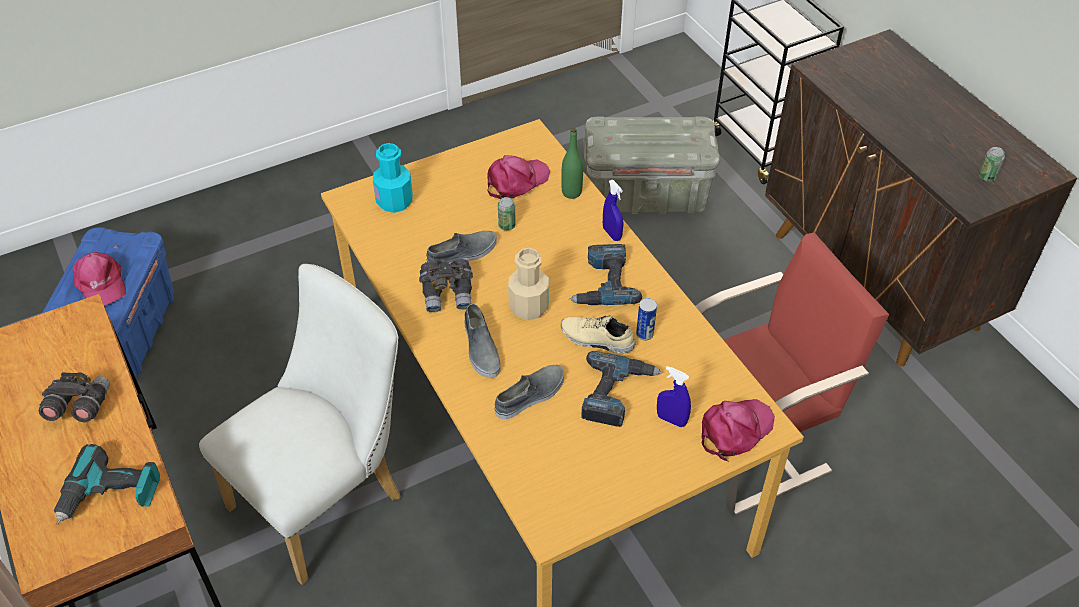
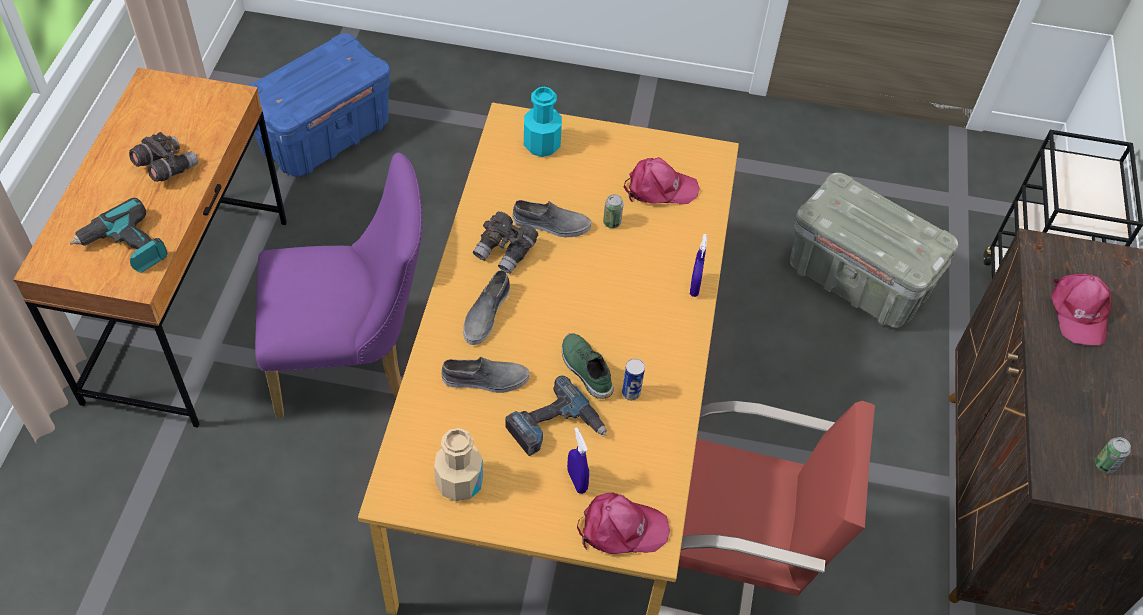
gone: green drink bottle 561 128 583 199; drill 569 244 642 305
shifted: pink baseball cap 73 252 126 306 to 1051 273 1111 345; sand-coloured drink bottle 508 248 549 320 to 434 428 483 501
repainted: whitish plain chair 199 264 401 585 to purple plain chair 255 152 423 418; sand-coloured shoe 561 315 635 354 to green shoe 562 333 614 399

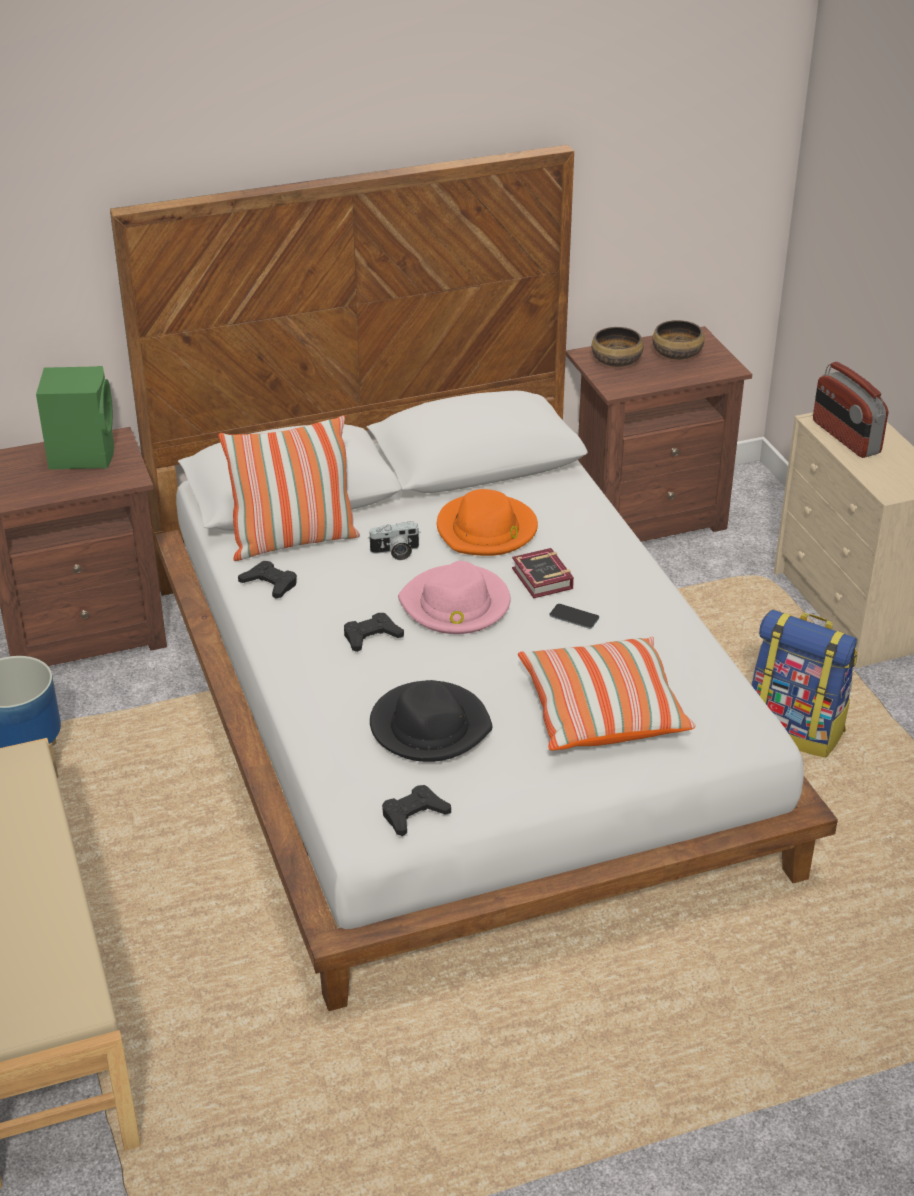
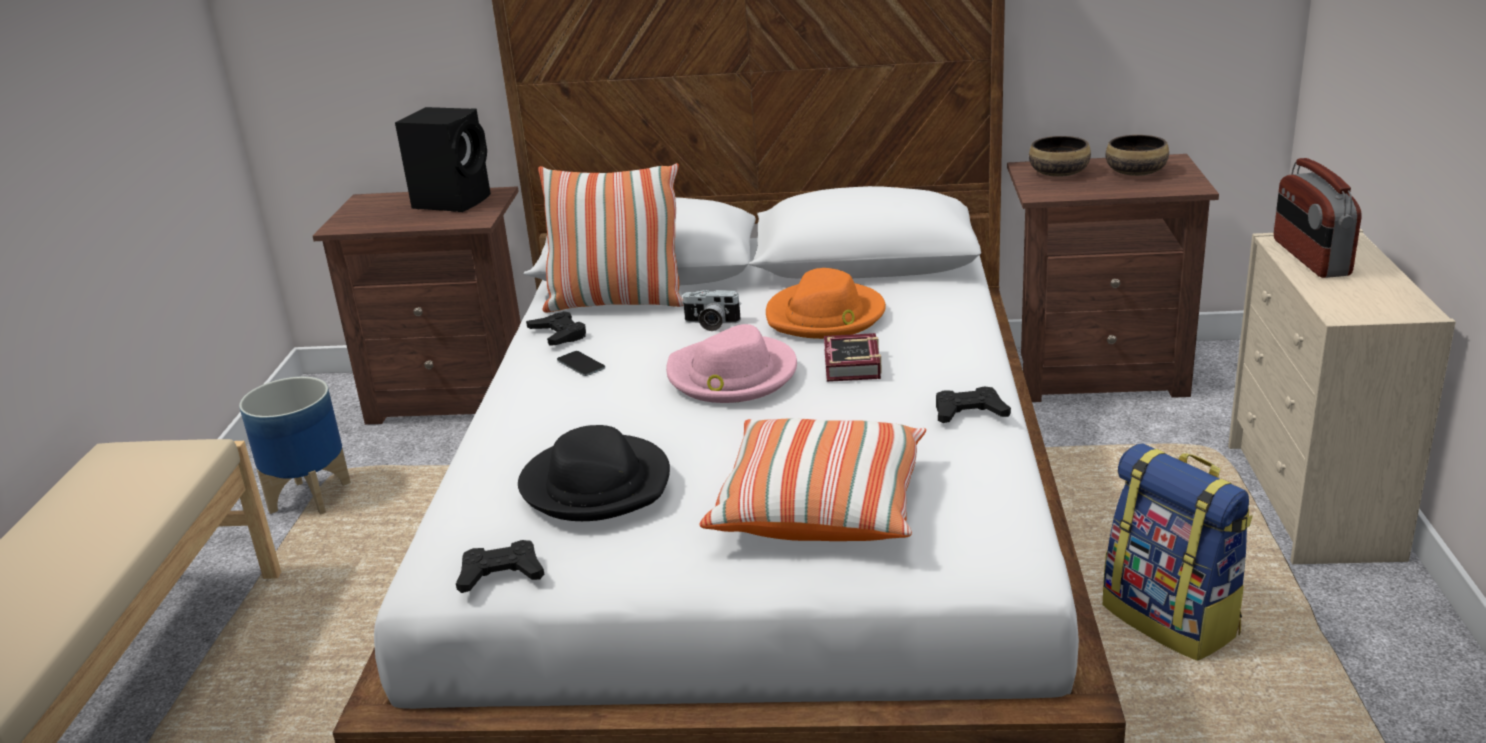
shifted: black joypad 344 613 404 652 to 936 386 1011 423; phone 550 604 599 629 to 557 351 605 376
repainted: green audio speaker 36 366 114 469 to black audio speaker 395 107 491 212

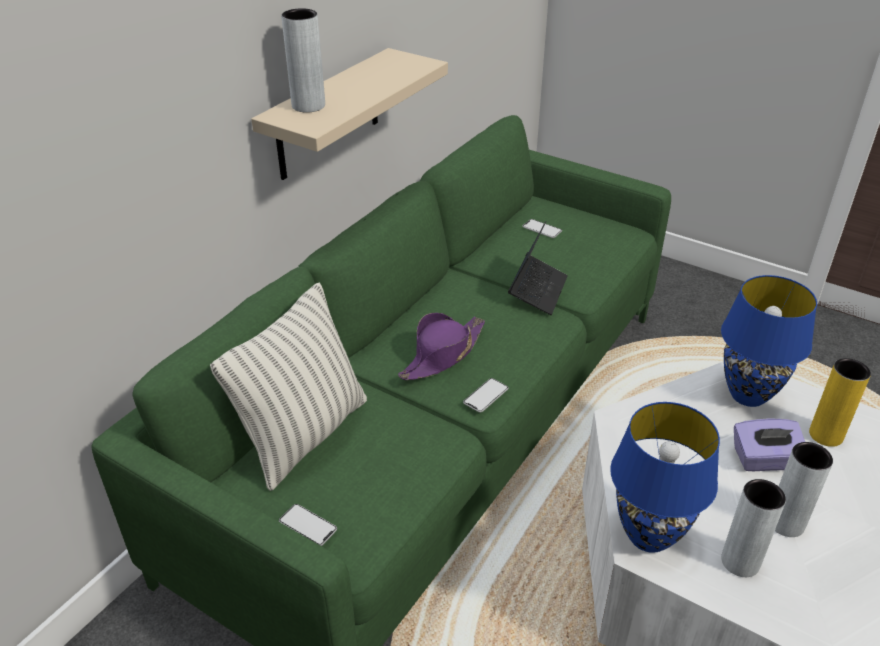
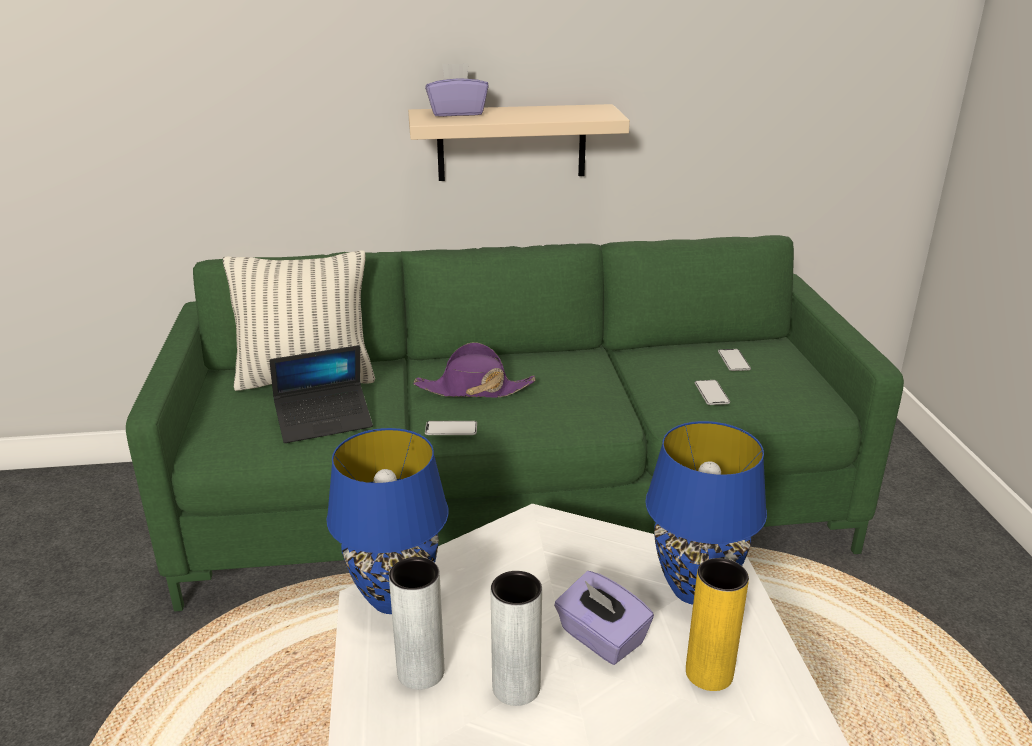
shifted: phone 279 504 337 546 to 694 380 730 405; laptop 508 221 568 315 to 269 345 373 443
swapped: greyish decorative vase 281 8 325 113 to purple tissue holder 425 63 489 117

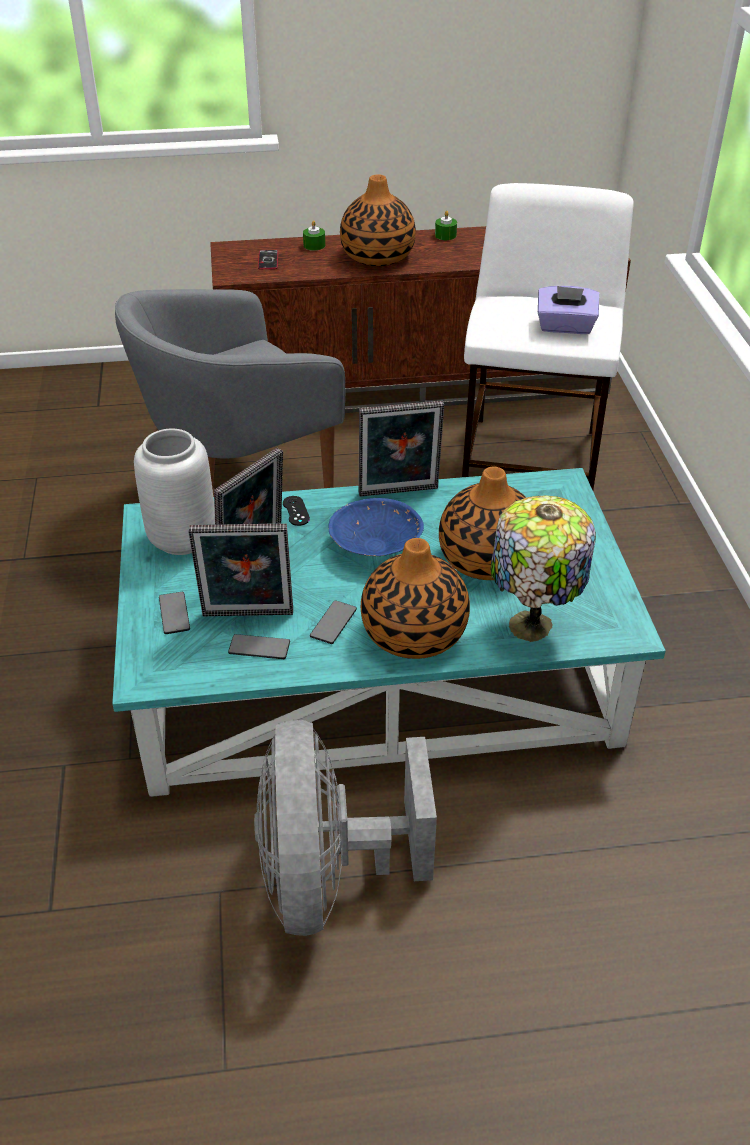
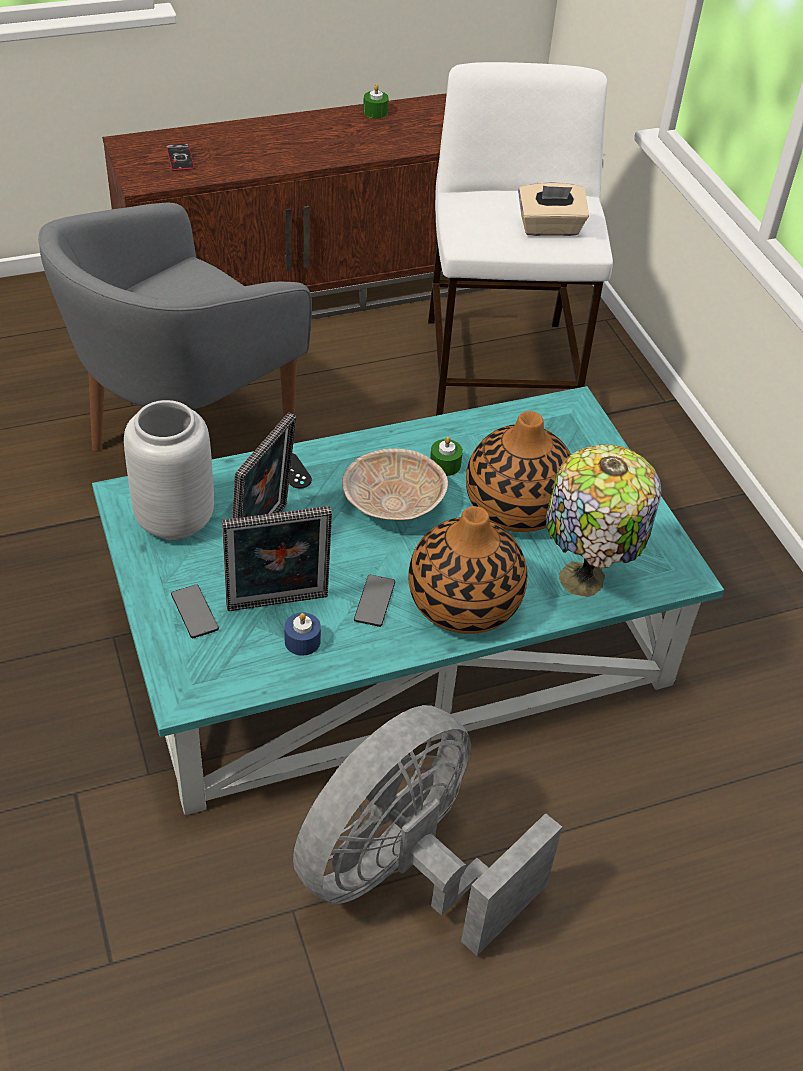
gone: decorative vase 340 174 416 266; picture frame 358 401 444 497
shifted: green wax candle 303 220 325 251 to 430 437 463 476
swapped: phone 228 634 290 659 to blue-coloured wax candle 284 612 321 656
repainted: blue-coloured bowl 329 498 424 556 to sand-coloured bowl 342 448 448 520; purple tissue holder 538 286 599 334 to sand-coloured tissue holder 518 182 589 236
rotated: greyish electric fan 254 720 437 936 = 293 705 562 956 60 degrees clockwise

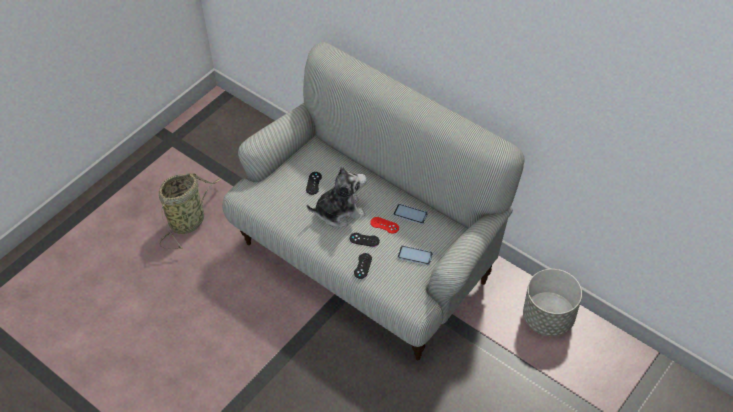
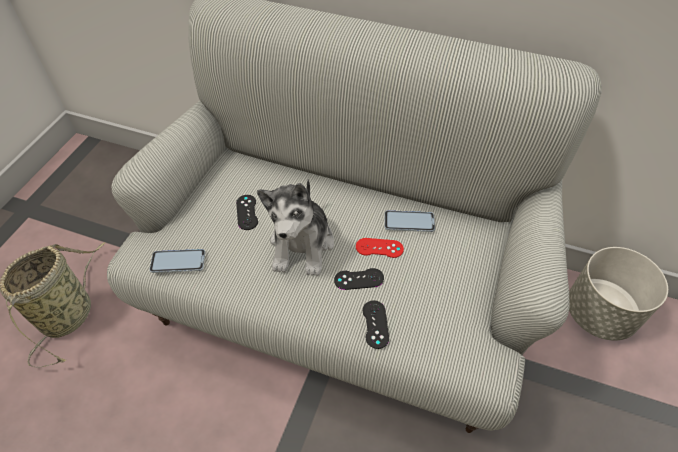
shifted: phone 398 246 433 265 to 149 249 205 273
rotated: cuddly toy 307 166 367 227 = 257 179 334 276 135 degrees clockwise

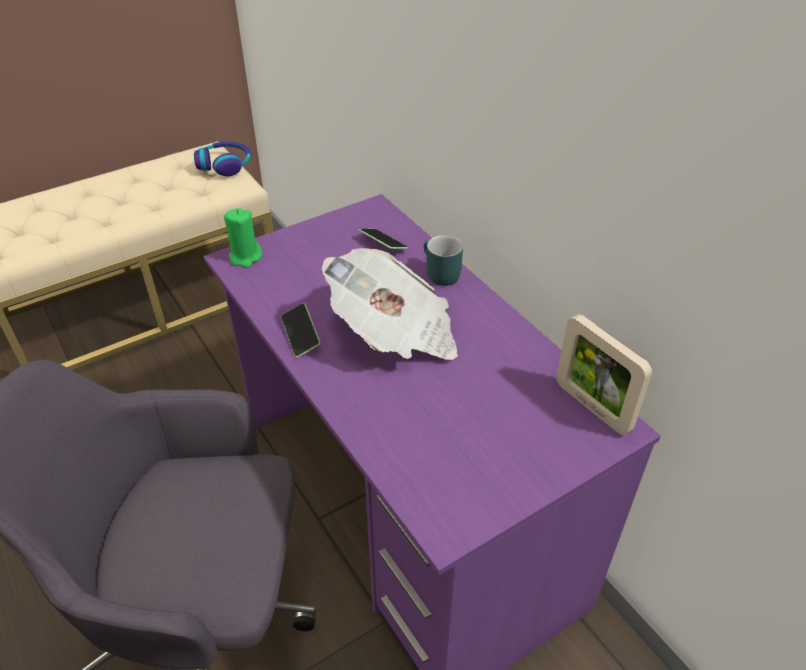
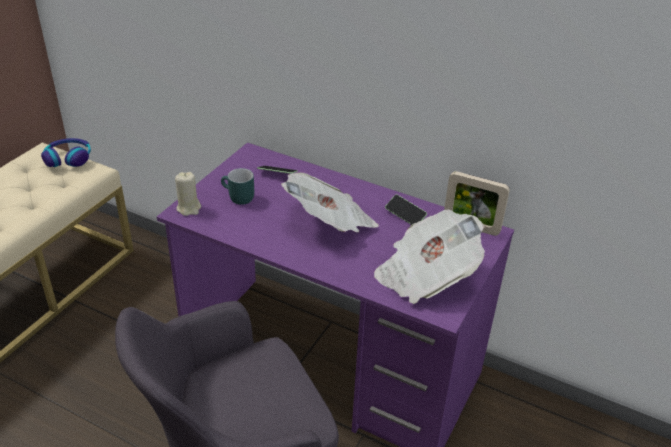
new: newspaper 374 209 485 304
shifted: phone 281 303 320 358 to 385 195 427 225; turquoise-coloured tea mug 424 235 463 286 to 221 168 254 205
repainted: green wax candle 224 208 262 268 to sand-coloured wax candle 175 172 201 216

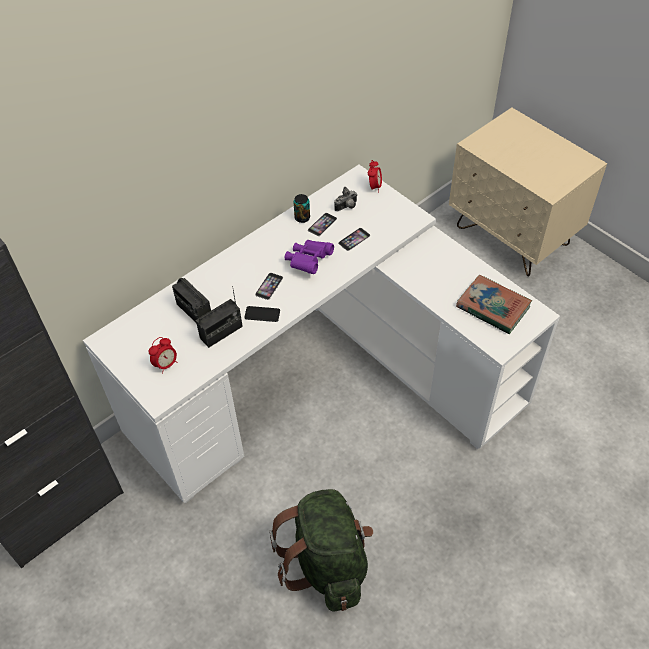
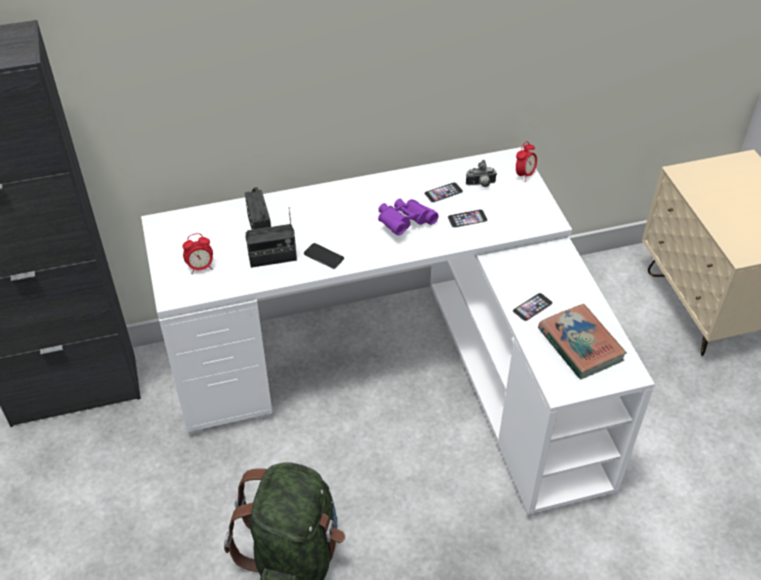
gone: can 293 194 310 223
shifted: phone 255 273 283 300 to 513 293 553 321

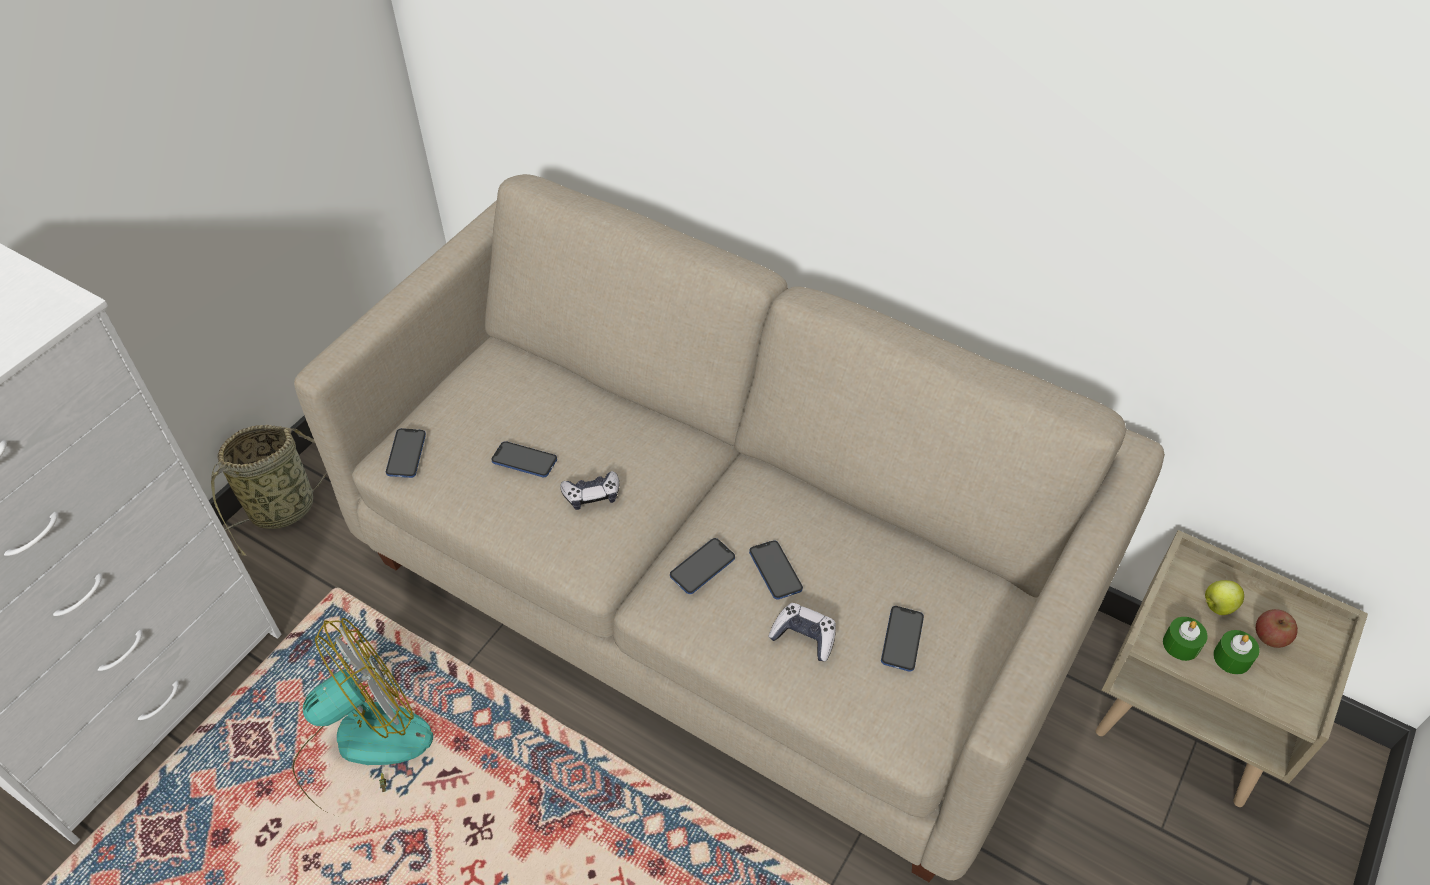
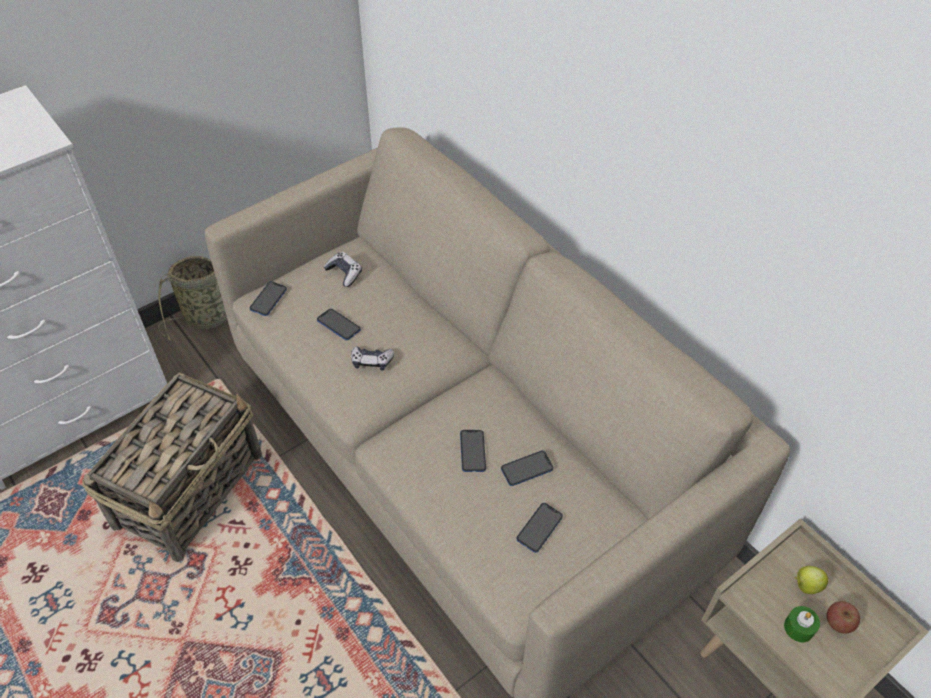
gone: green wax candle 1163 617 1208 661
shifted: phone 670 538 735 594 to 501 451 554 486; joypad 768 603 836 661 to 324 252 362 287
swapped: electric fan 292 618 433 811 to basket 82 373 262 562

